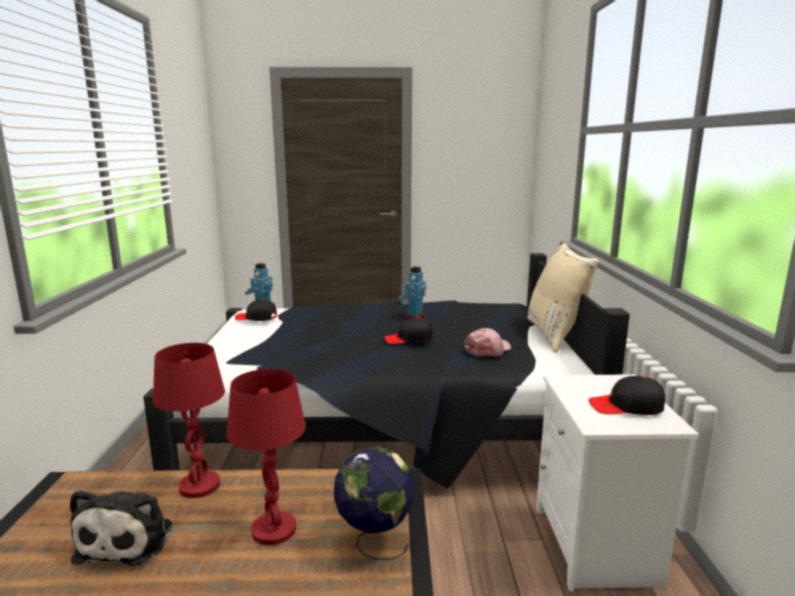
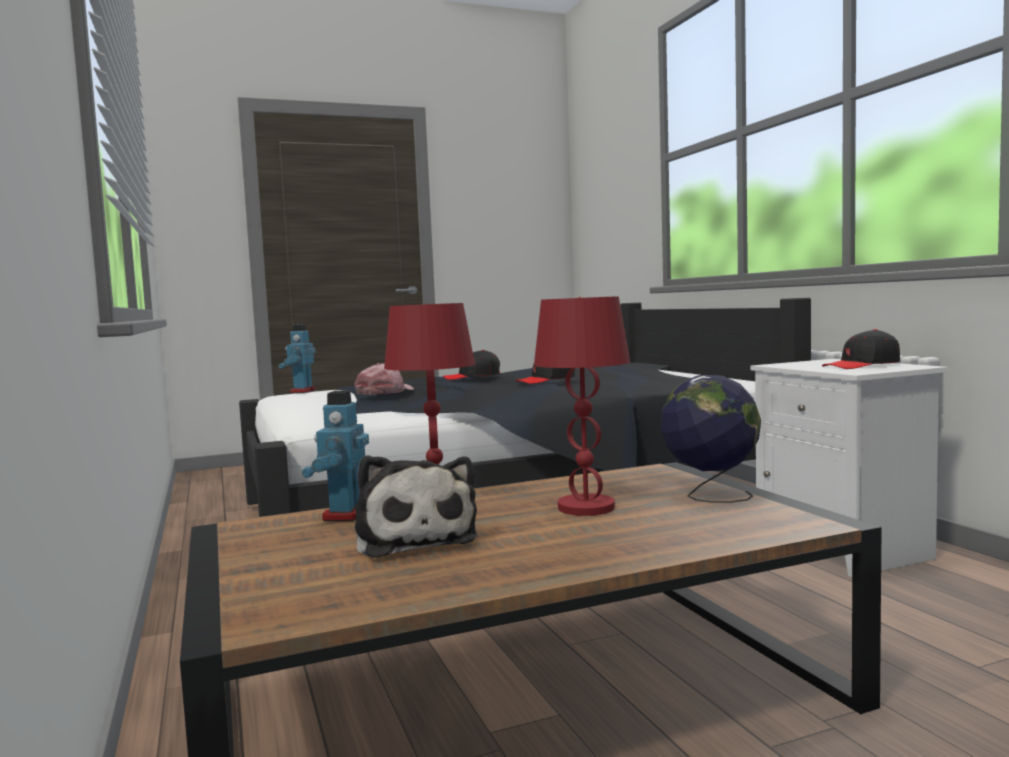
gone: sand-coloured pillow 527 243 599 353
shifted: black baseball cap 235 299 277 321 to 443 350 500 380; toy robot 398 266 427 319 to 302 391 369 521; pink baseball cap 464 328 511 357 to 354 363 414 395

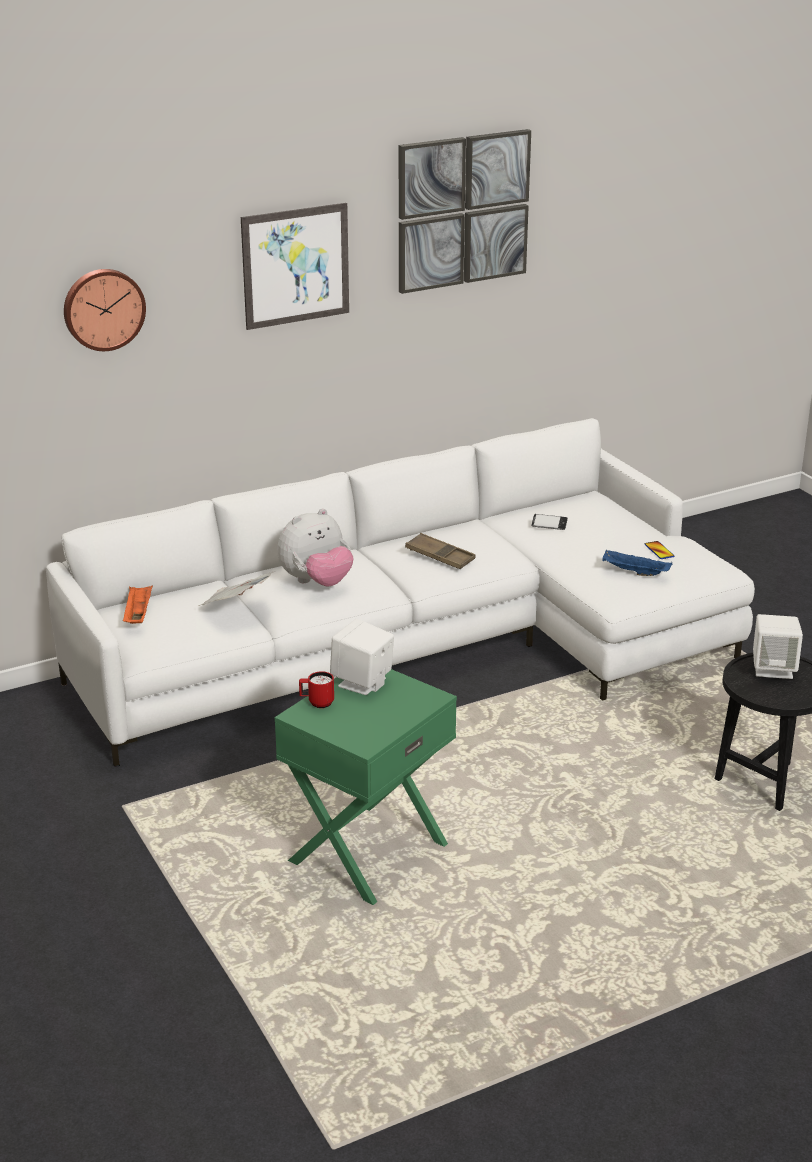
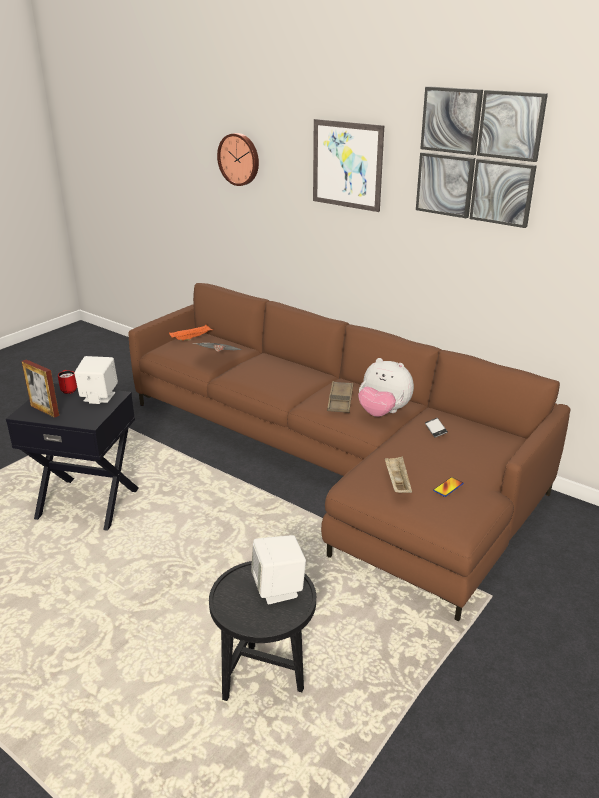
new: picture frame 22 359 59 418
shifted: cuddly toy 277 509 353 587 to 358 358 414 417
repainted: whitish couch 46 418 755 767 to brown couch 129 283 570 622; green end table 275 669 457 905 to black end table 6 383 139 531; blue-coloured carrying tray 602 550 672 576 to sand-coloured carrying tray 385 456 412 493

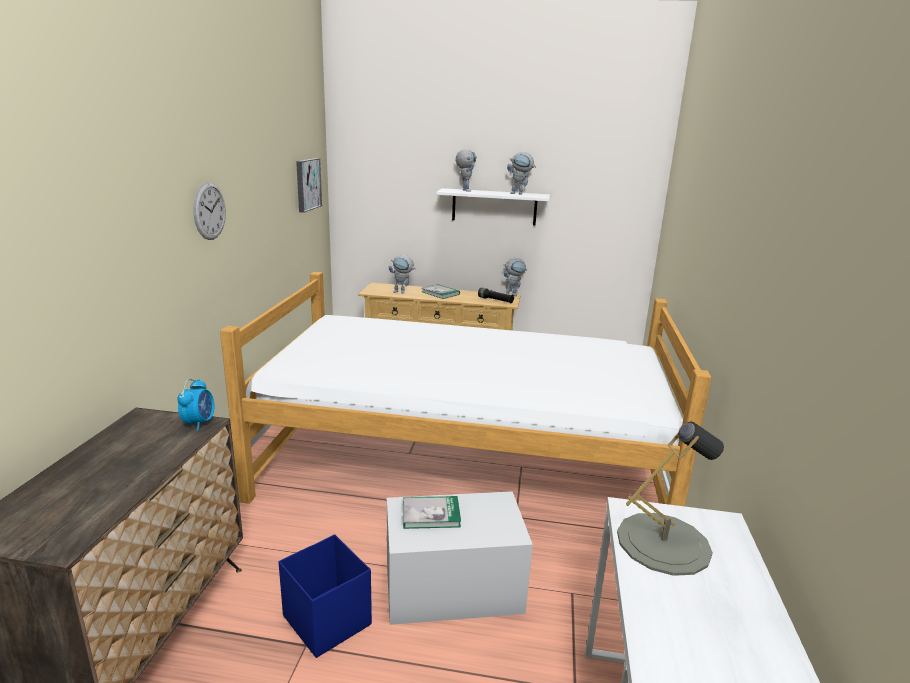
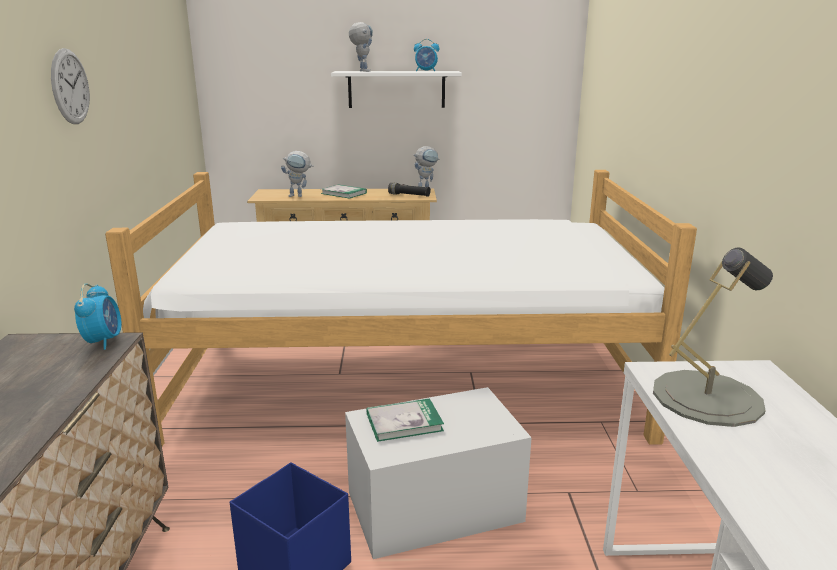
gone: wall art 296 158 322 213
swapped: toy robot 507 152 536 195 to alarm clock 414 39 439 71

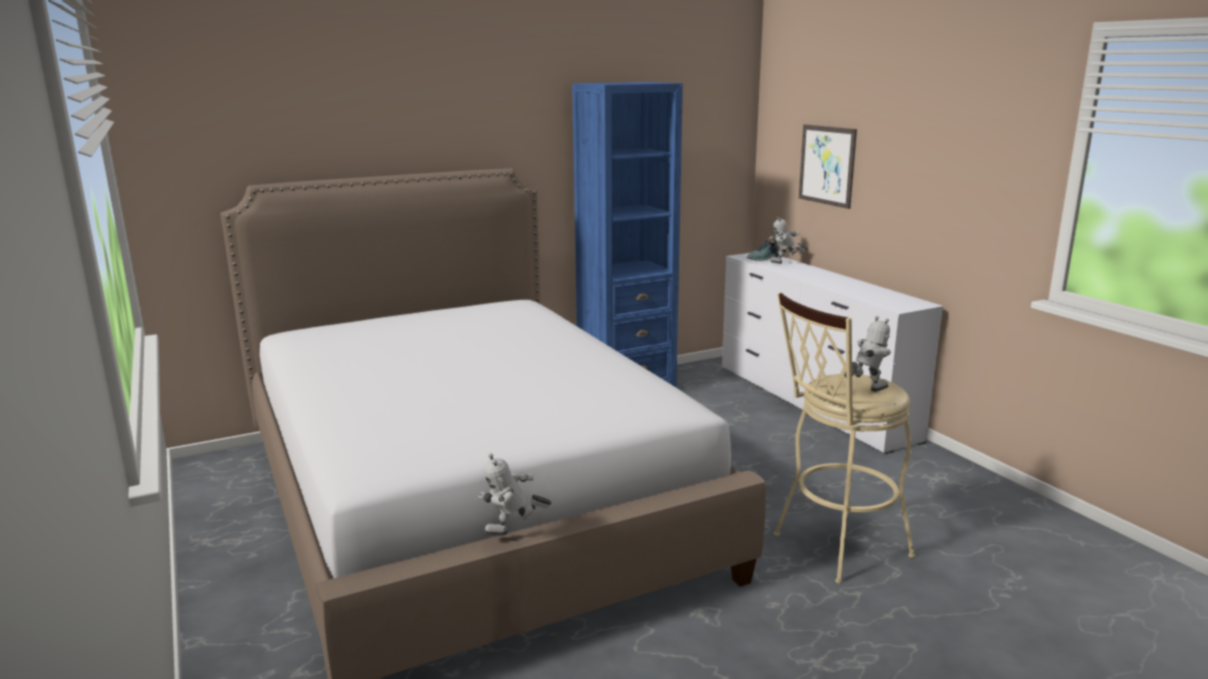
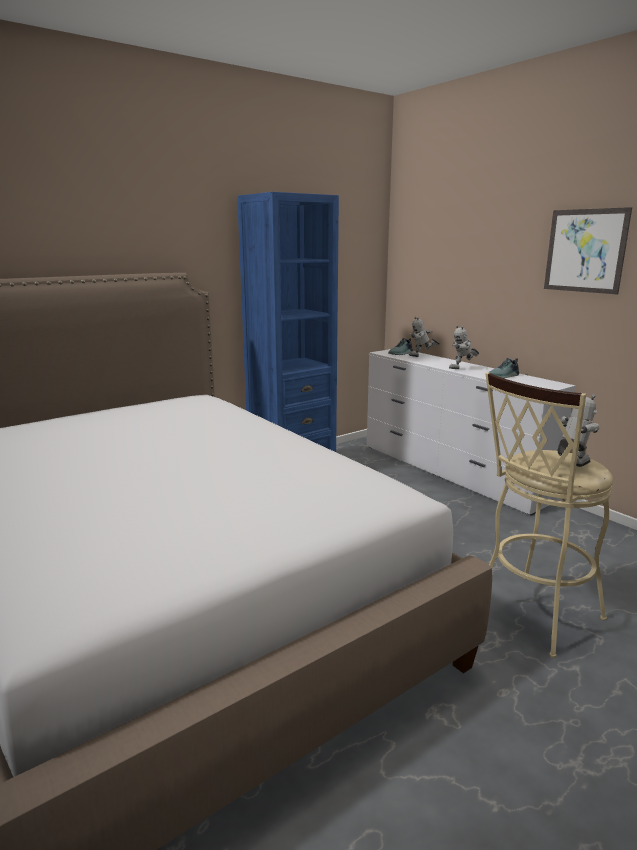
new: shoe 489 358 519 378
shifted: toy robot 478 454 552 535 to 449 325 479 369; wall art 799 124 857 209 to 544 207 632 294

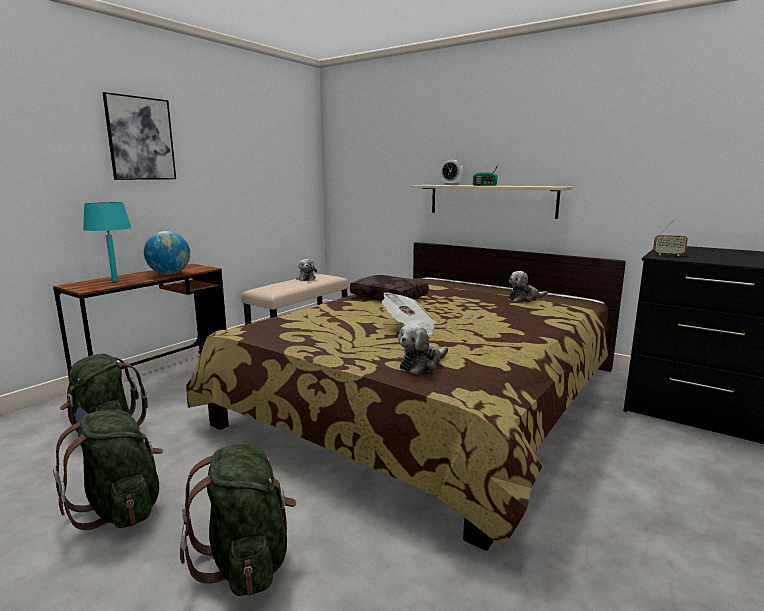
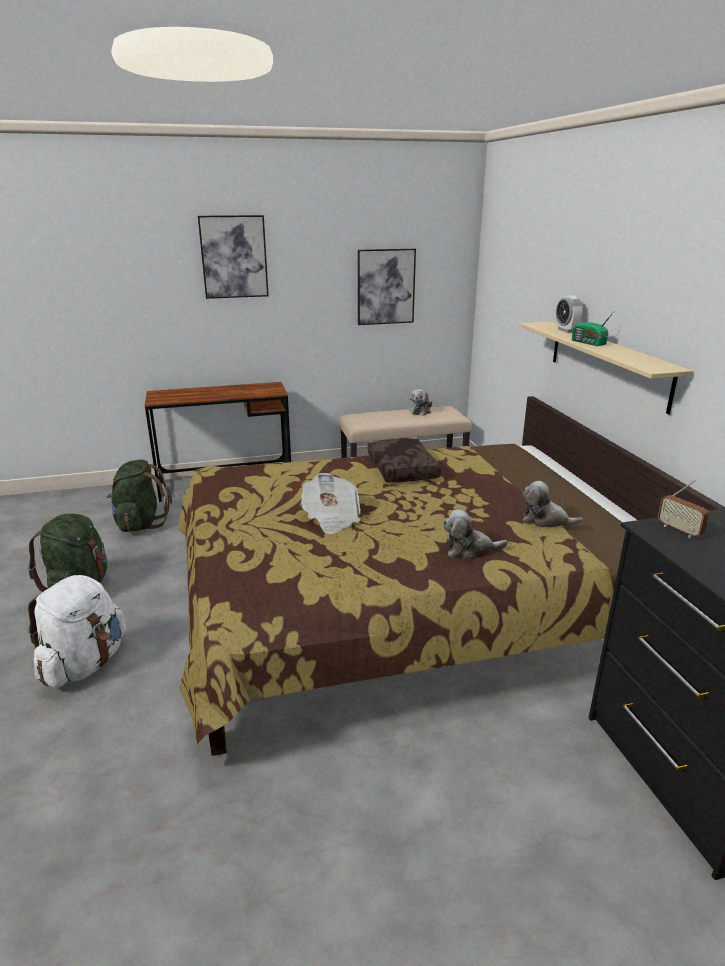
gone: turquoise-coloured table lamp 83 202 132 281; globe 144 231 190 274
new: wall art 358 249 416 325
shifted: cuddly toy 398 324 448 374 to 443 509 508 560
repainted: green rucksack 180 444 296 596 to whitish rucksack 27 575 126 688

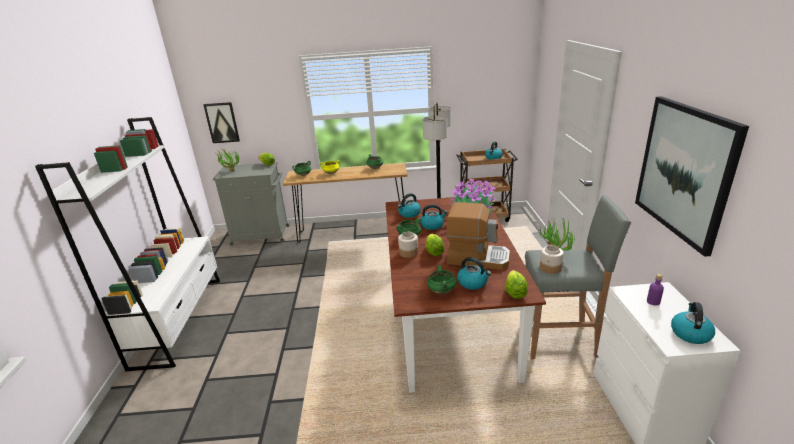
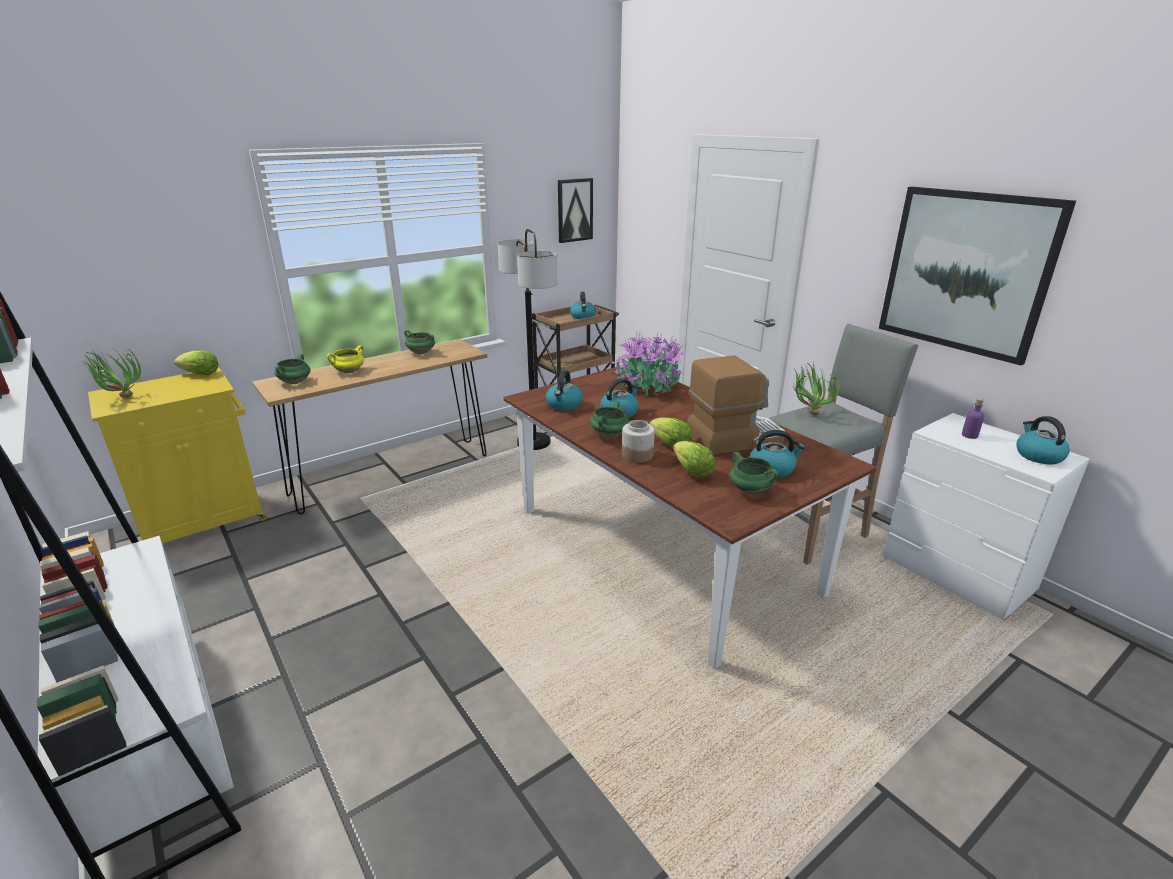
gone: storage jar 540 245 564 274
shifted: wall art 203 102 240 143 to 558 178 593 243; lettuce head 505 270 528 299 to 673 441 715 478
repainted: greyish cabinet 213 162 289 246 to yellow-coloured cabinet 88 367 267 543

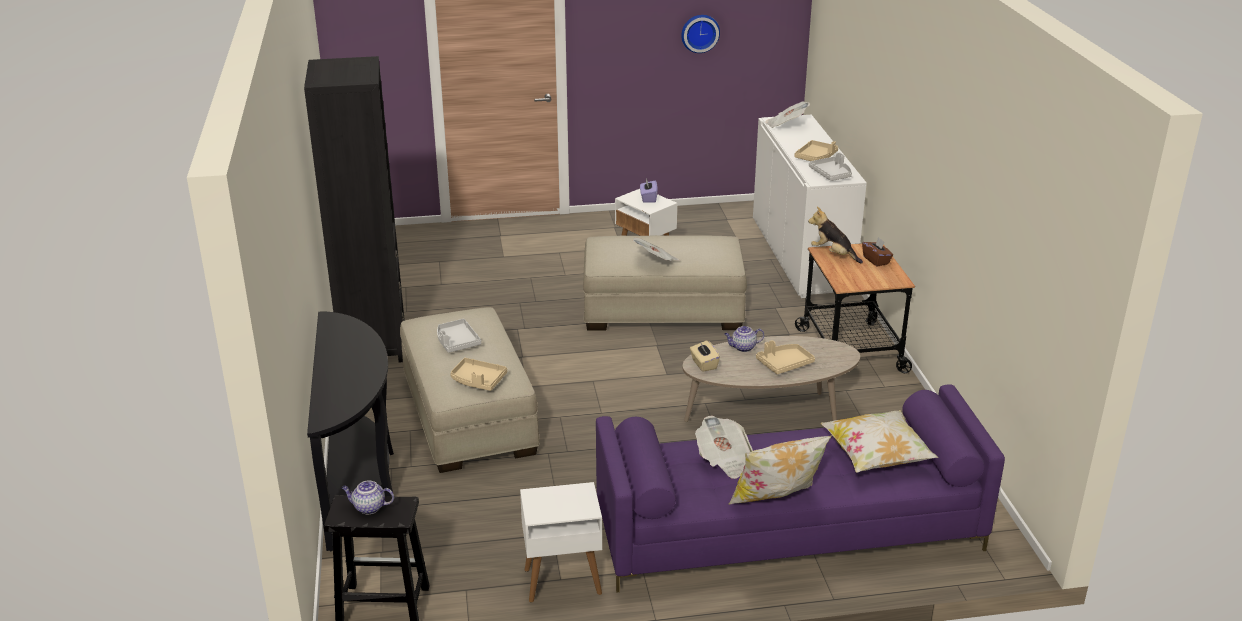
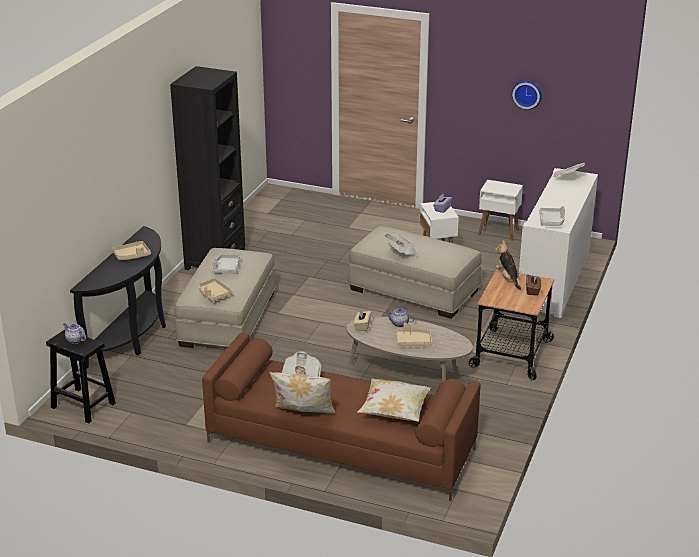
shifted: whitish end table 520 482 602 603 to 478 180 523 241; sand-coloured carrying tray 795 140 838 161 to 112 241 151 260
repainted: purple couch 596 384 1005 593 to brown couch 202 333 480 501

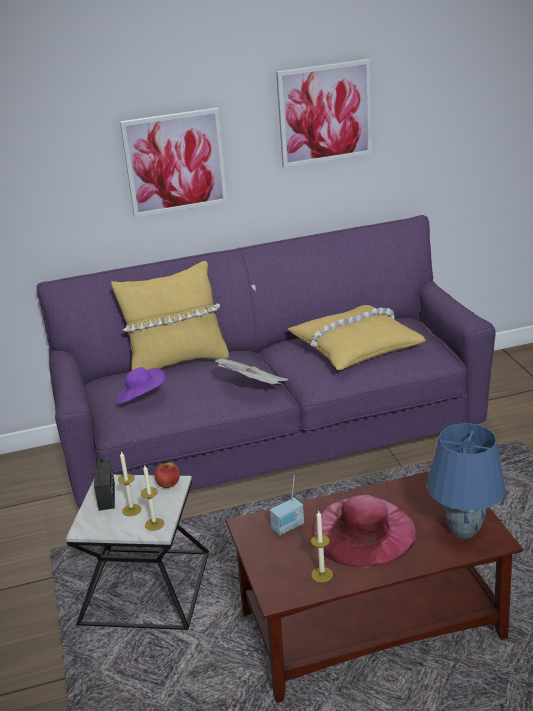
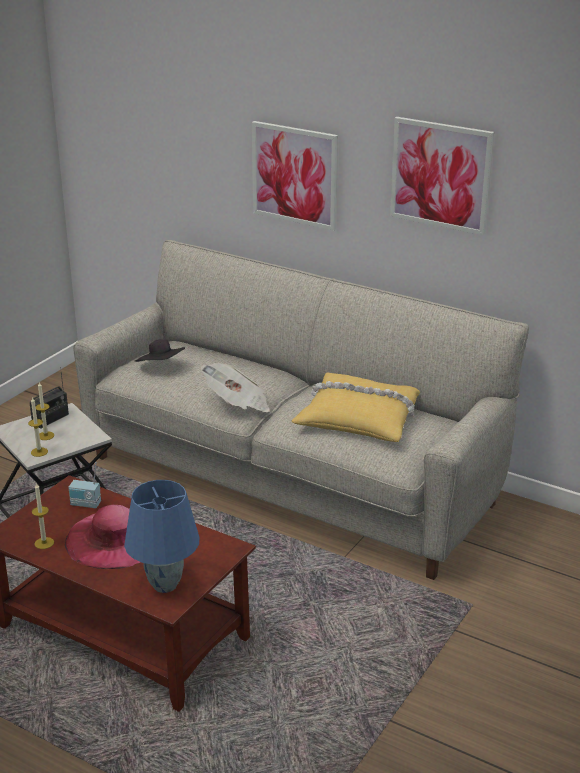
gone: yellow-coloured pillow 111 261 229 371; whole apple 155 463 180 488
repainted: purple couch 37 215 495 509 to greyish couch 73 240 529 580; purple hat 116 367 165 405 to black hat 135 339 185 362

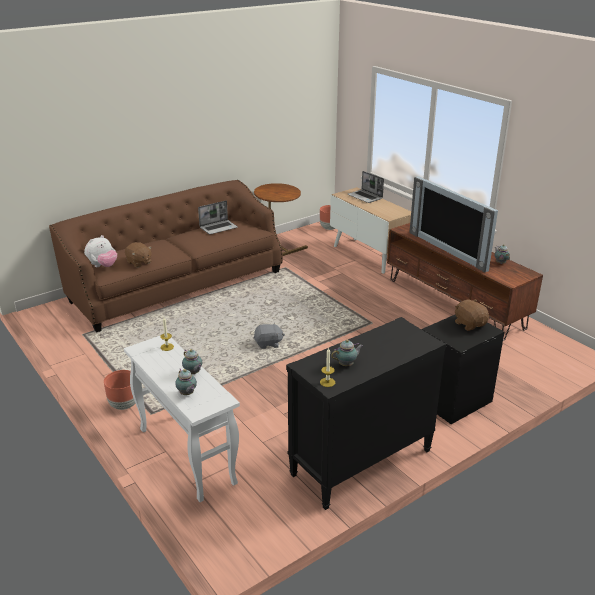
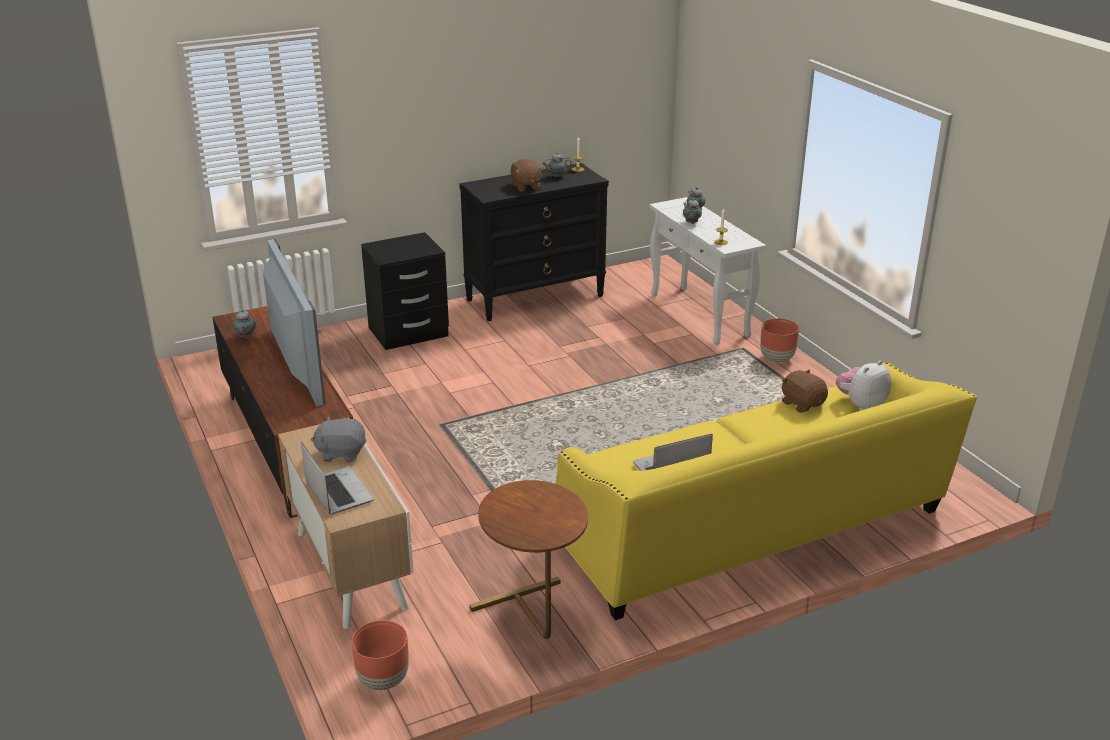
shifted: greyish cuddly toy 254 322 285 349 to 311 416 366 462; brown cuddly toy 455 299 489 331 to 510 159 544 191
repainted: brown couch 49 180 283 332 to yellow-coloured couch 555 363 978 620

